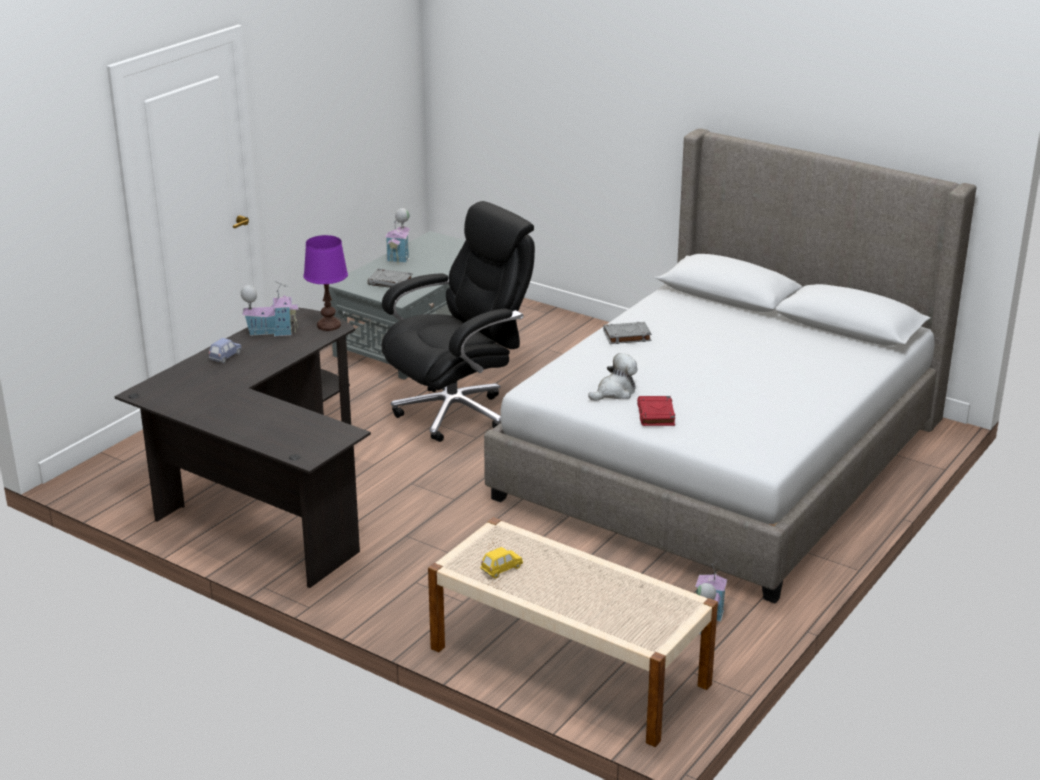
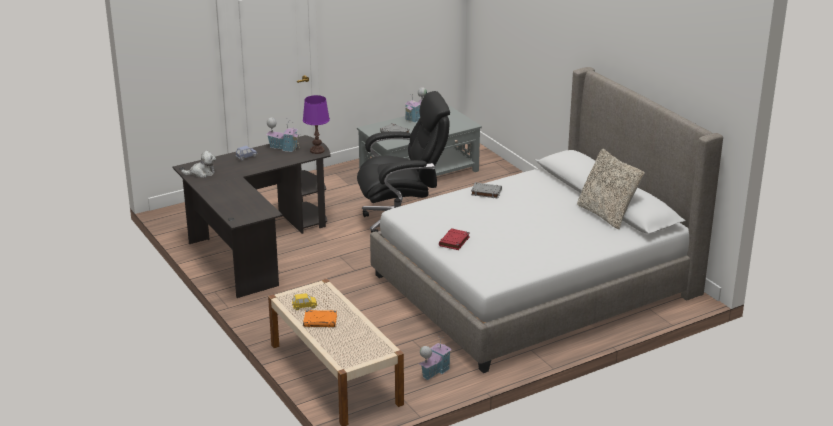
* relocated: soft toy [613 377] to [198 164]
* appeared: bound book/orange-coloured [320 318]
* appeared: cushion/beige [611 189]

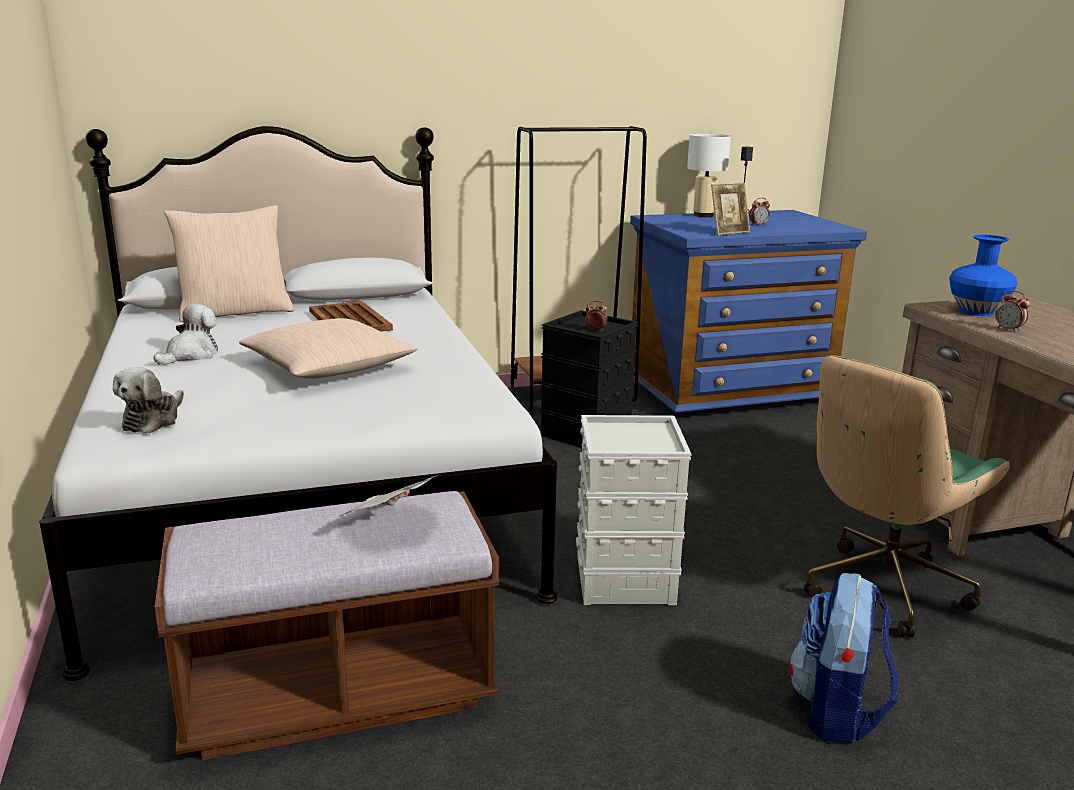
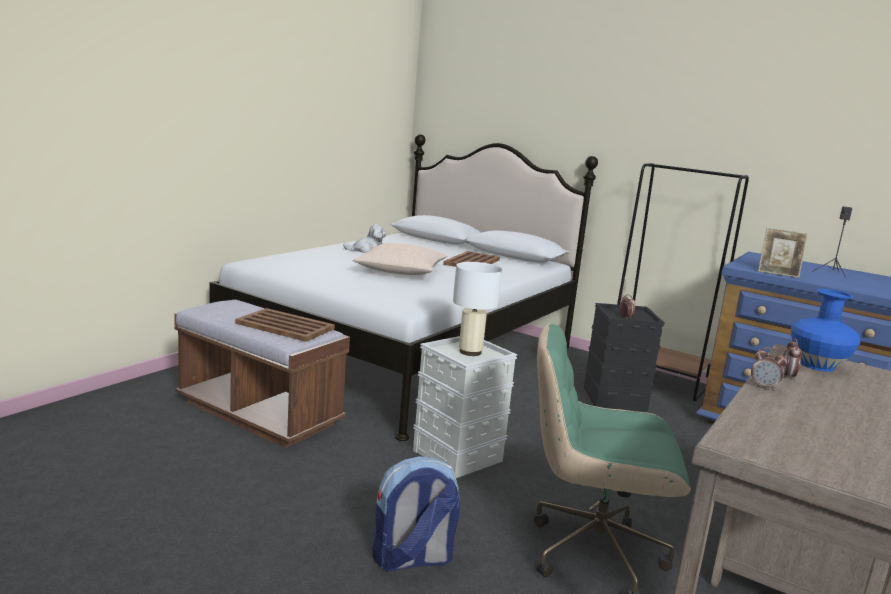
* missing: soft toy [148 400]
* missing: cushion/beige [229 263]
* exchanged: newspaper [389 495] to carrying tray/brownish [285 325]
* relocated: table lamp/white-coloured [709 175] to [477 309]
* relocated: table clock [759 212] to [769 369]

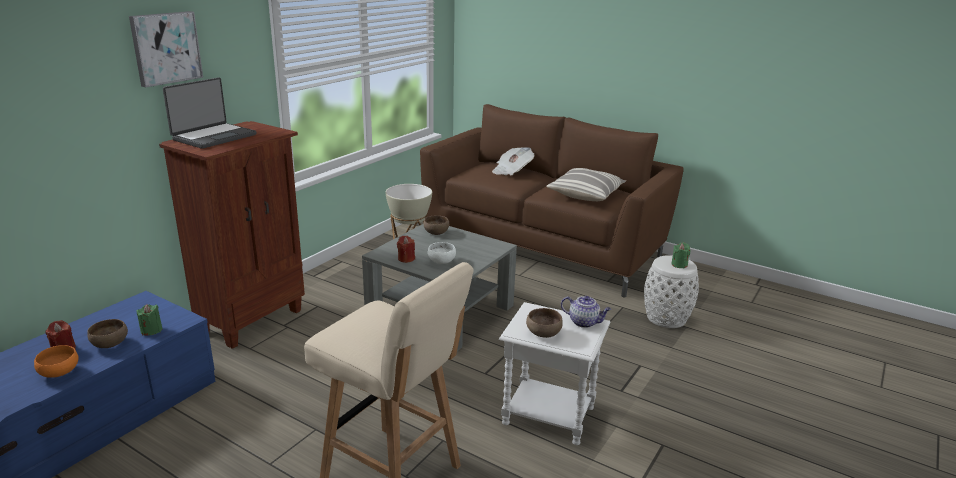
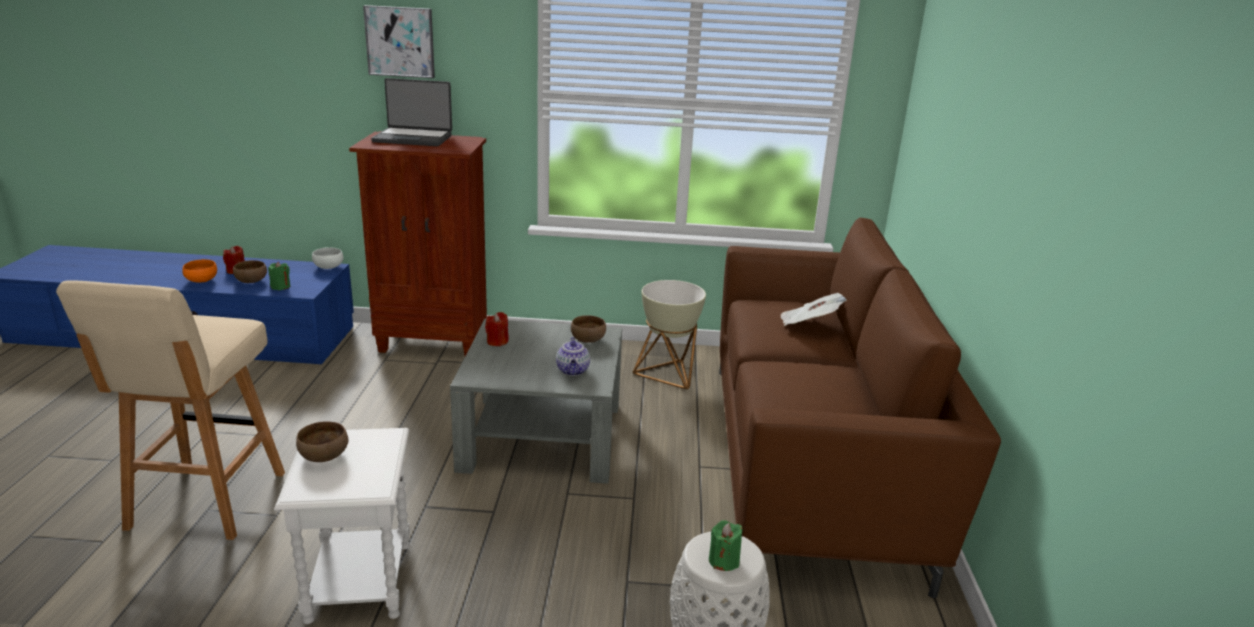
* relocated: serving bowl/white-coloured [442 253] to [327 258]
* missing: cushion [586 184]
* relocated: tea pot [586 312] to [573 356]

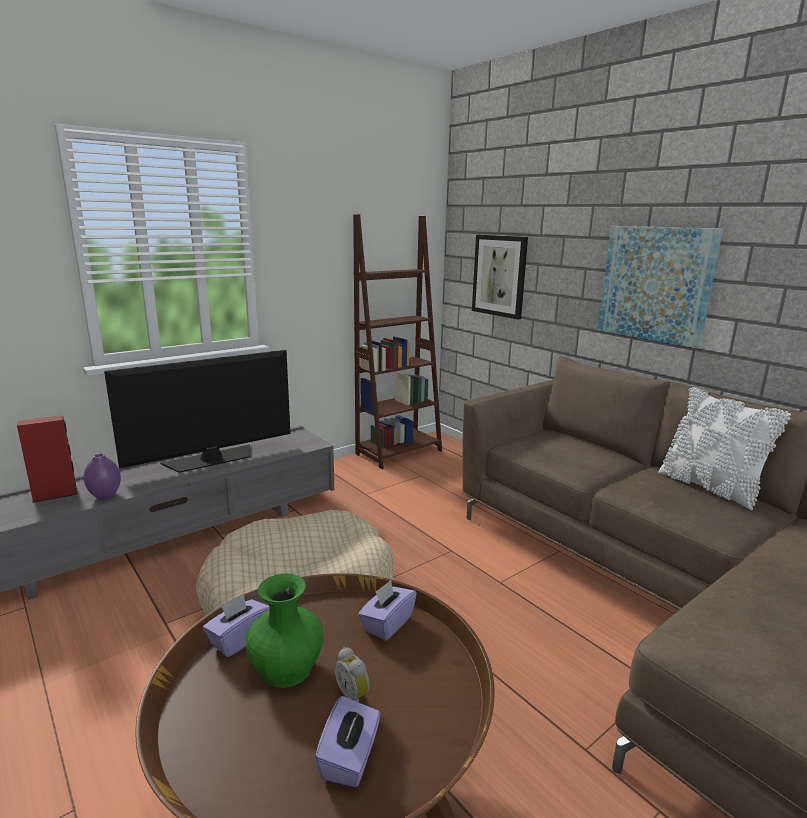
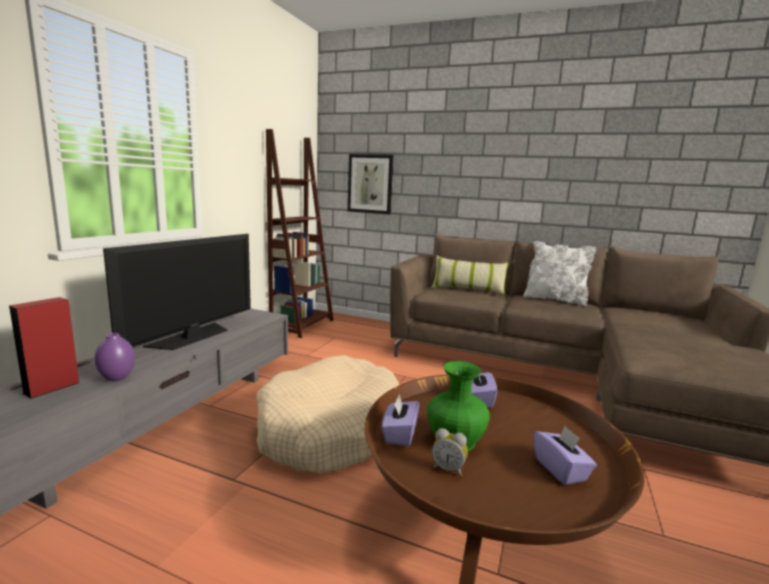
* relocated: table clock [352 674] to [450 452]
* missing: wall art [660 287]
* appeared: cushion [470 276]

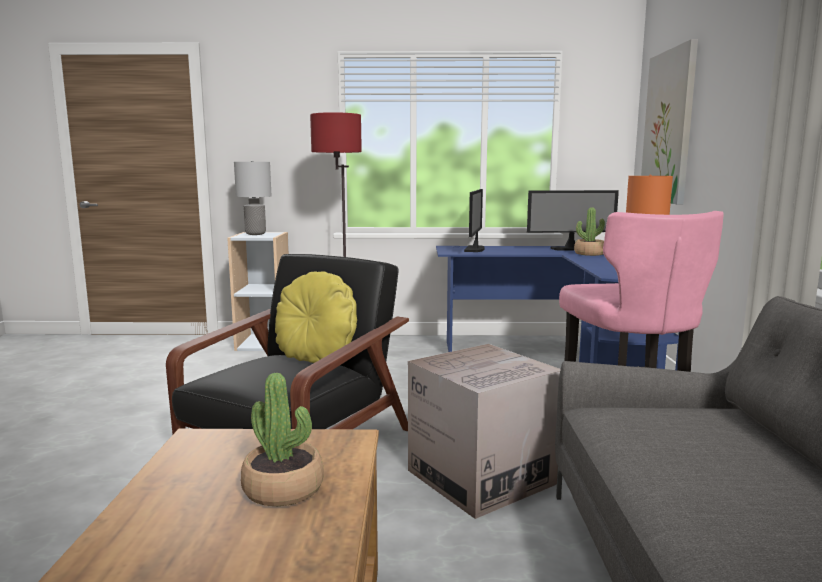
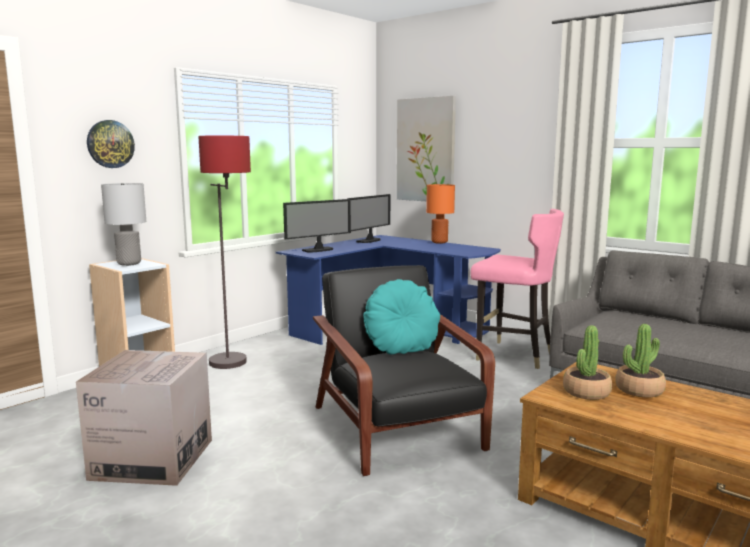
* colour: cushion/yellowish [316 317] to cushion/turquoise [401 316]
* relocated: carton [484 431] to [144 418]
* spun: computer display [474 220] = [317 225] 90 degrees clockwise
* relocated: plant in a pot [589 232] to [587 362]
* appeared: clock on the wall [111 144]

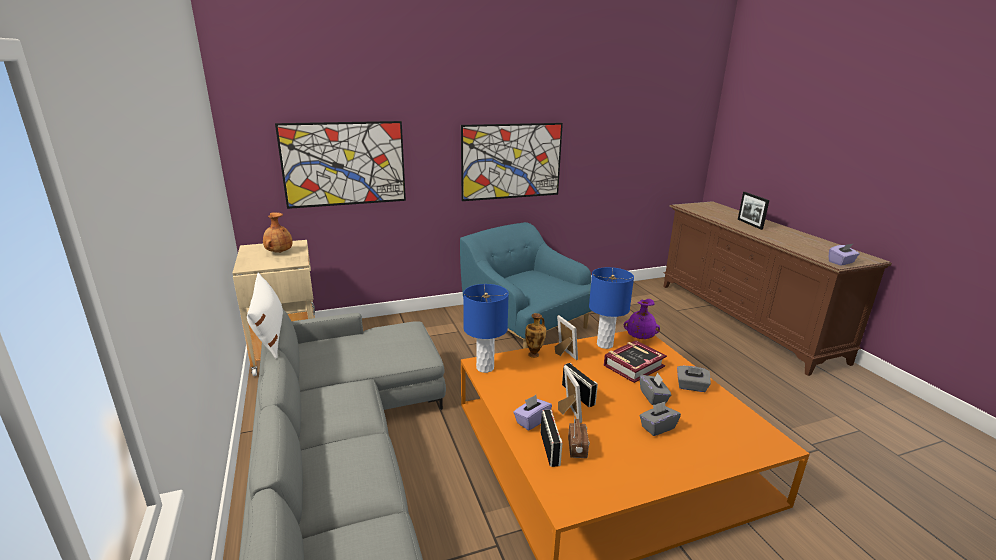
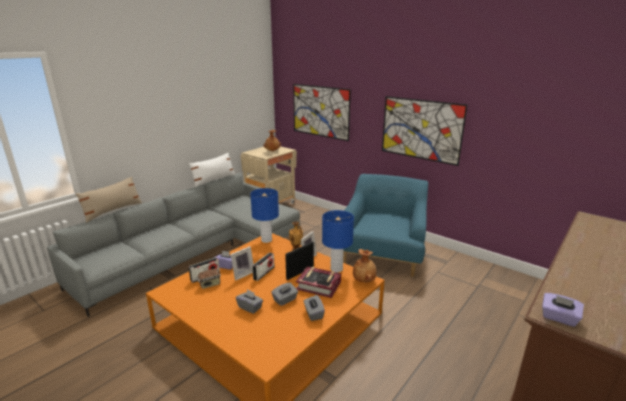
* colour: decorative vase/purple-coloured [642 319] to decorative vase/brownish [365 265]
* relocated: photo frame [753 211] to [299 261]
* appeared: cushion/beige [109 200]

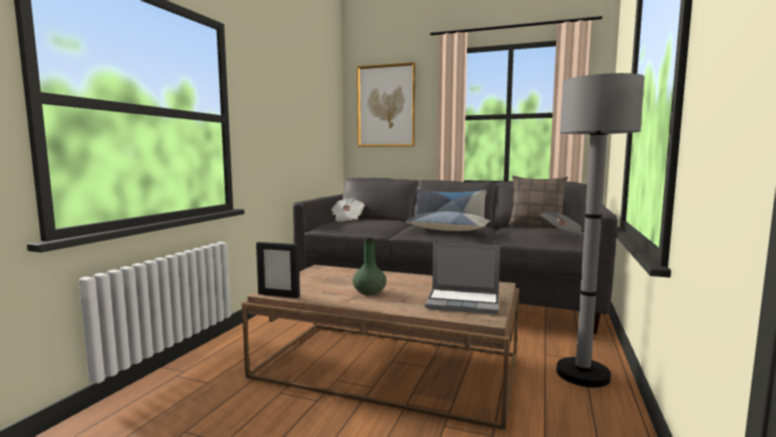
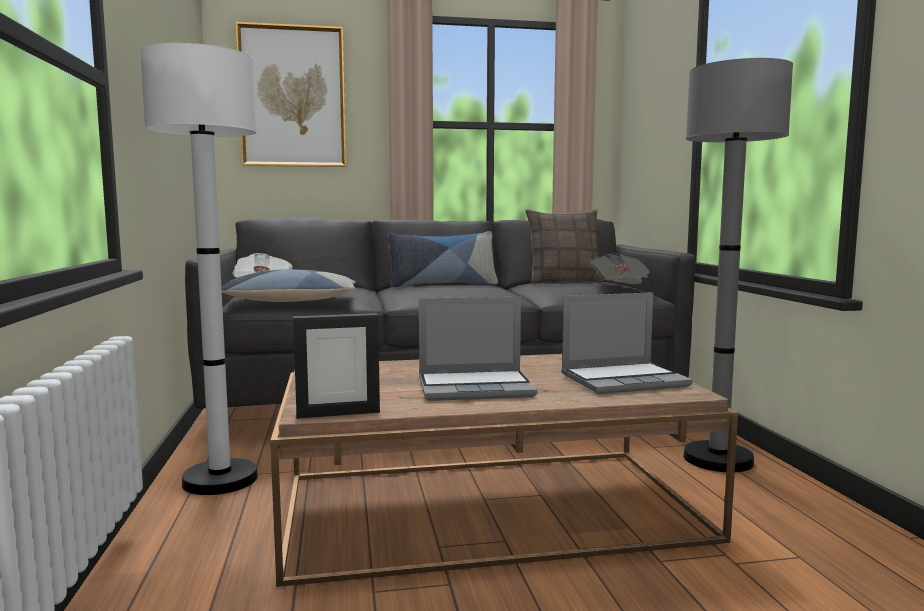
* exchanged: decorative vase/green [370 267] to notebook computer [478 349]
* relocated: cushion [448 221] to [288 286]
* appeared: floor lamp/white-coloured [199 269]

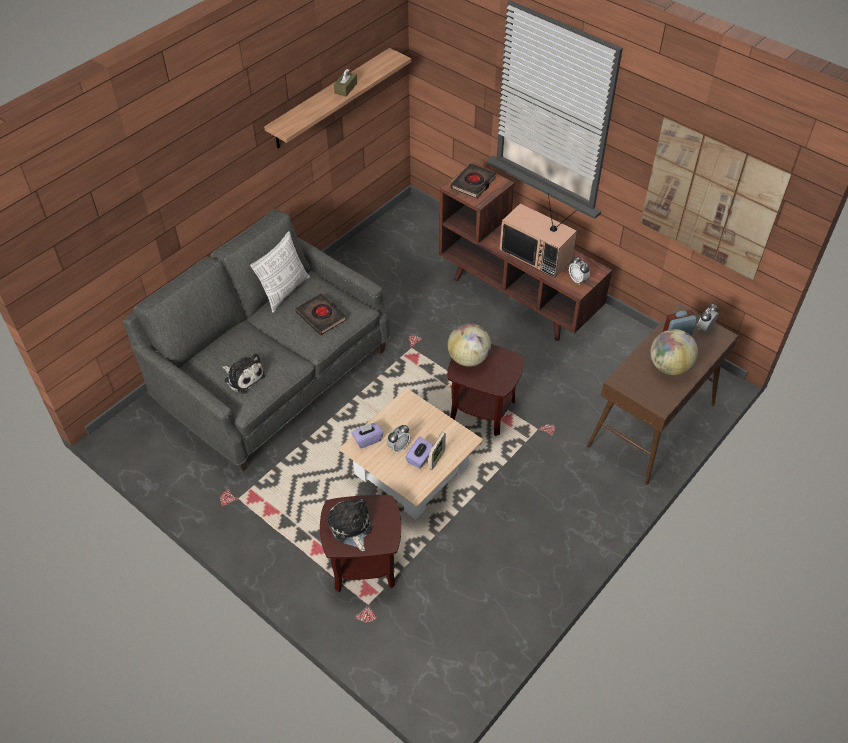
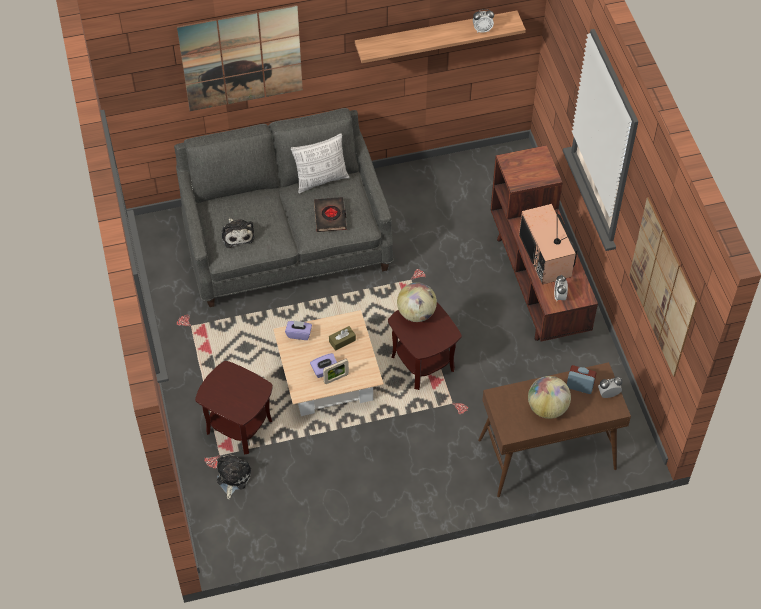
* relocated: soft toy [349 524] to [234 477]
* relocated: tissue holder/brownish [345 83] to [342 338]
* relocated: table clock [398 439] to [483 21]
* missing: bound book/black-coloured [473 181]
* appeared: wall art [240 58]

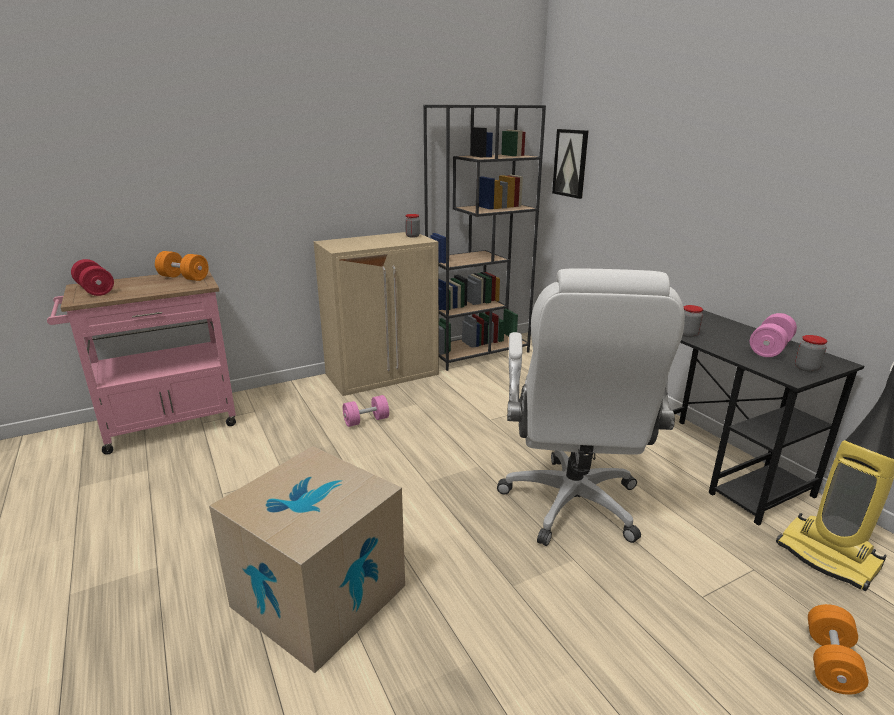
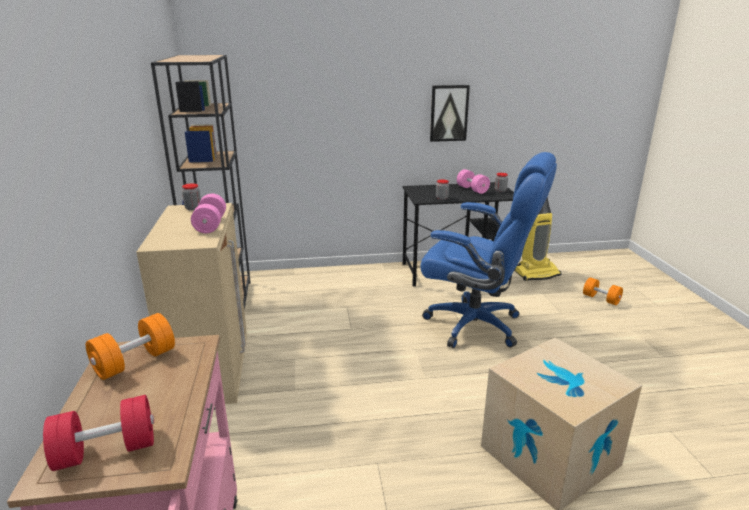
* relocated: free weight/pink-coloured [366 411] to [208 213]
* colour: desk chair/white-coloured [591 407] to desk chair/blue [488 250]
* relocated: wall art [570 164] to [450 113]

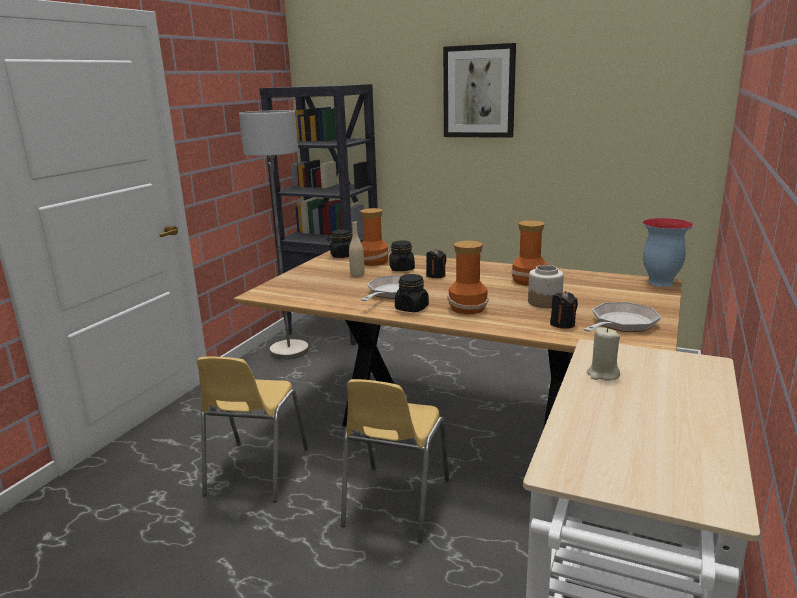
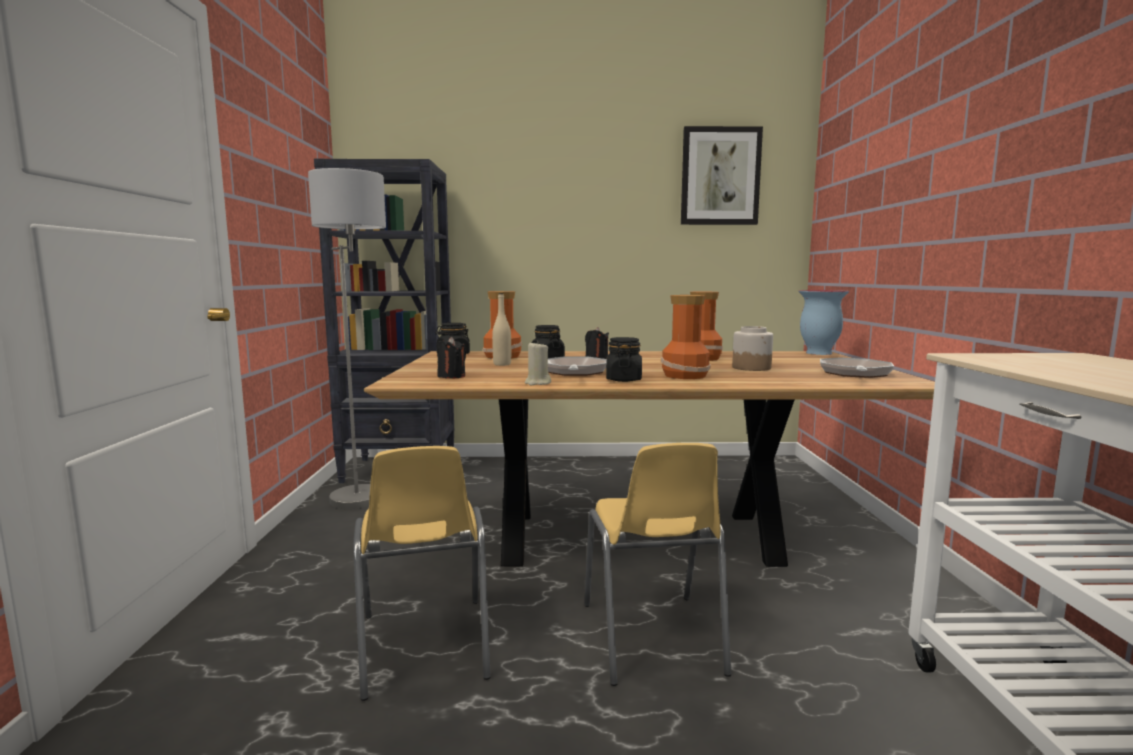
* relocated: wall art [479 90] to [722 175]
* relocated: wax candle/black-coloured [564 310] to [451 357]
* relocated: wax candle/beige [603 354] to [538 363]

